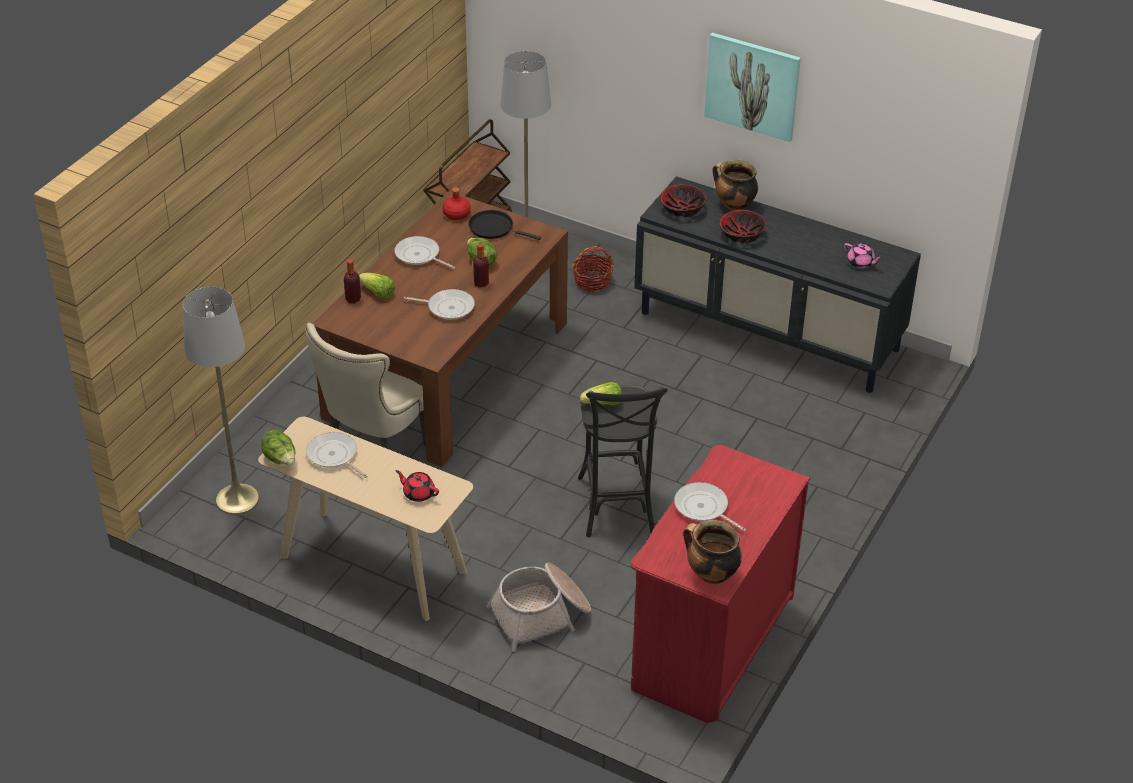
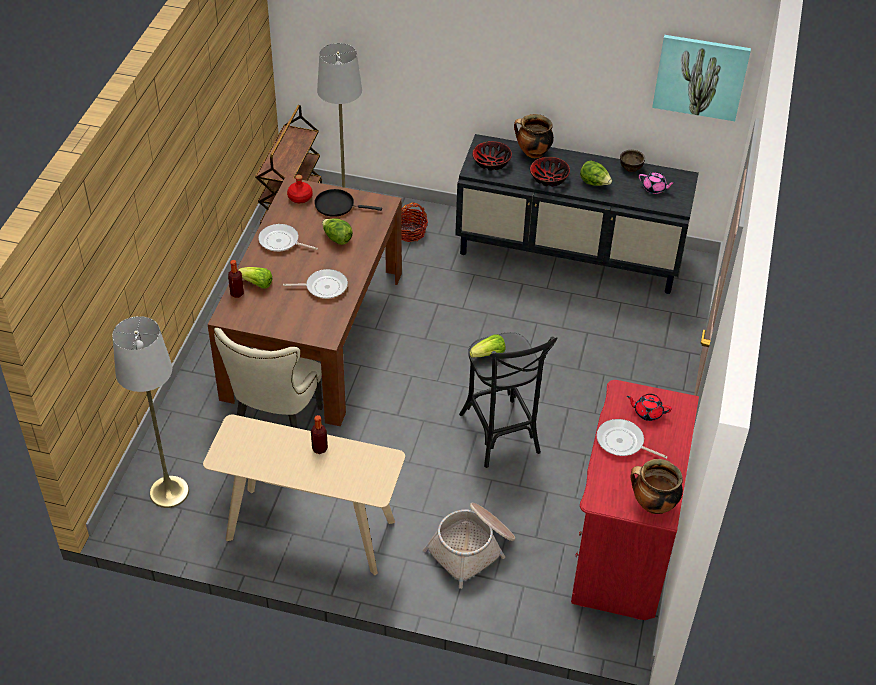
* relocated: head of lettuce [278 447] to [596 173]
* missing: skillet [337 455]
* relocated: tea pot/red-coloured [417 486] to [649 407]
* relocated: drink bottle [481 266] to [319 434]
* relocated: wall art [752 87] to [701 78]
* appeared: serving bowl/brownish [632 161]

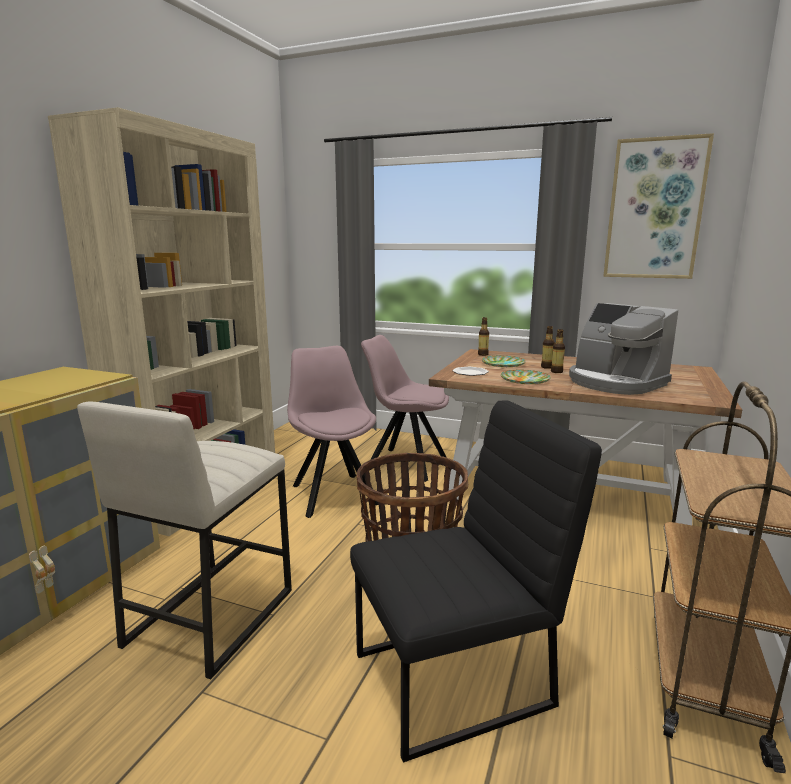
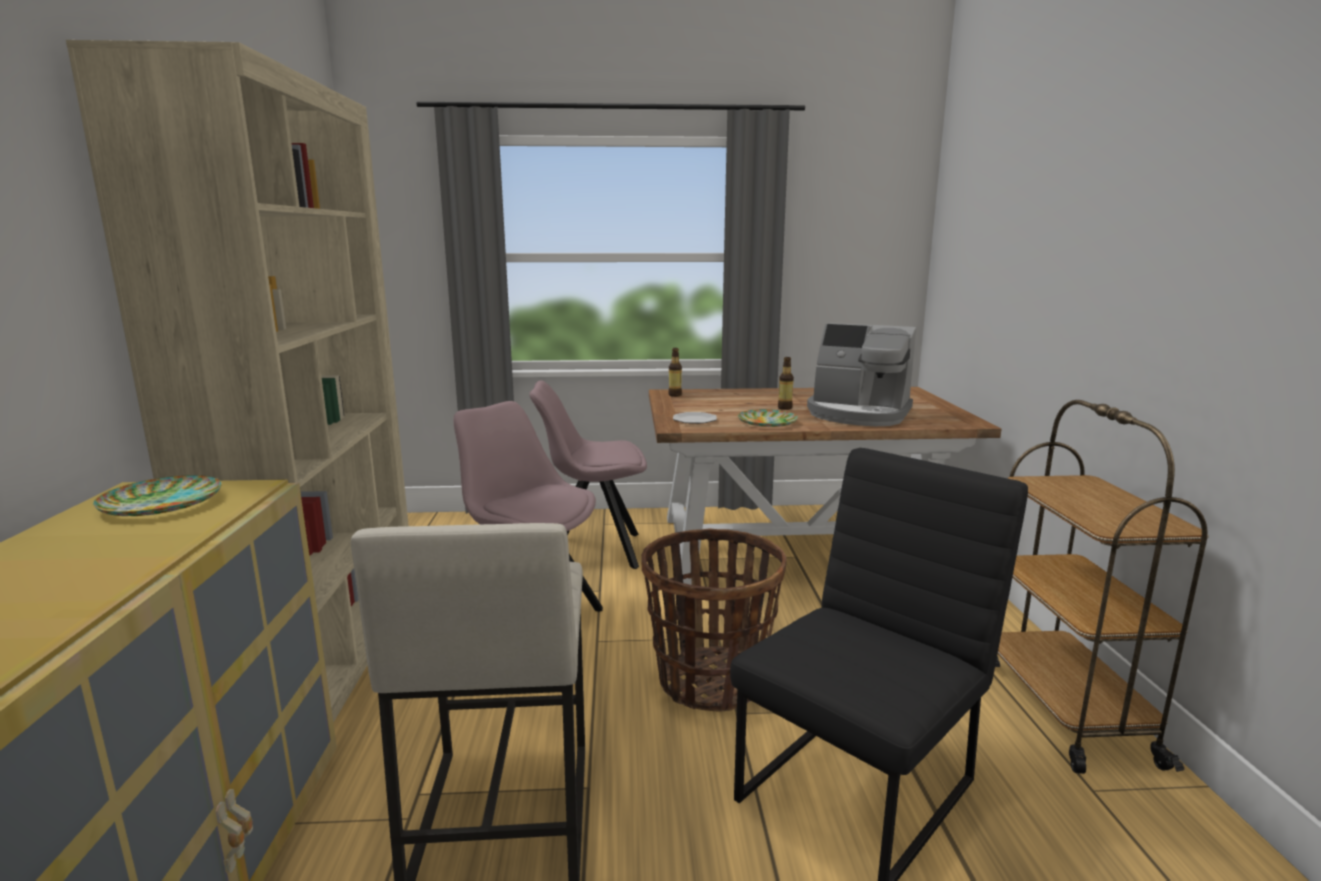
* relocated: flat dish [504 361] to [157 495]
* missing: drink bottle [548 347]
* missing: wall art [658 206]

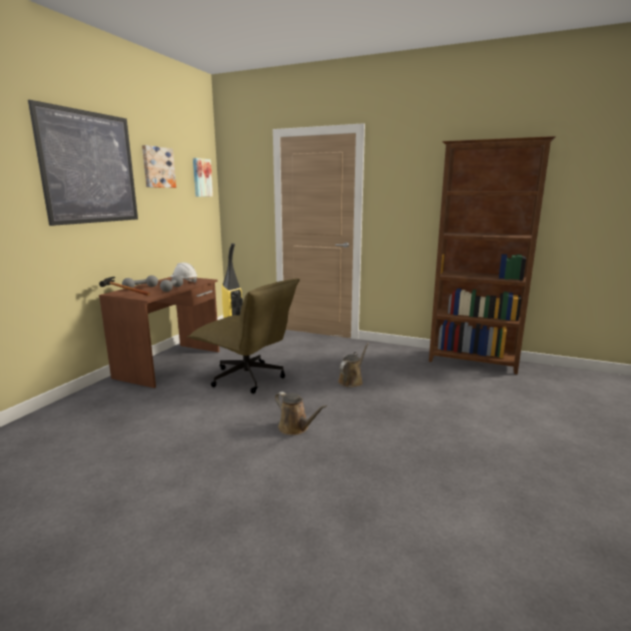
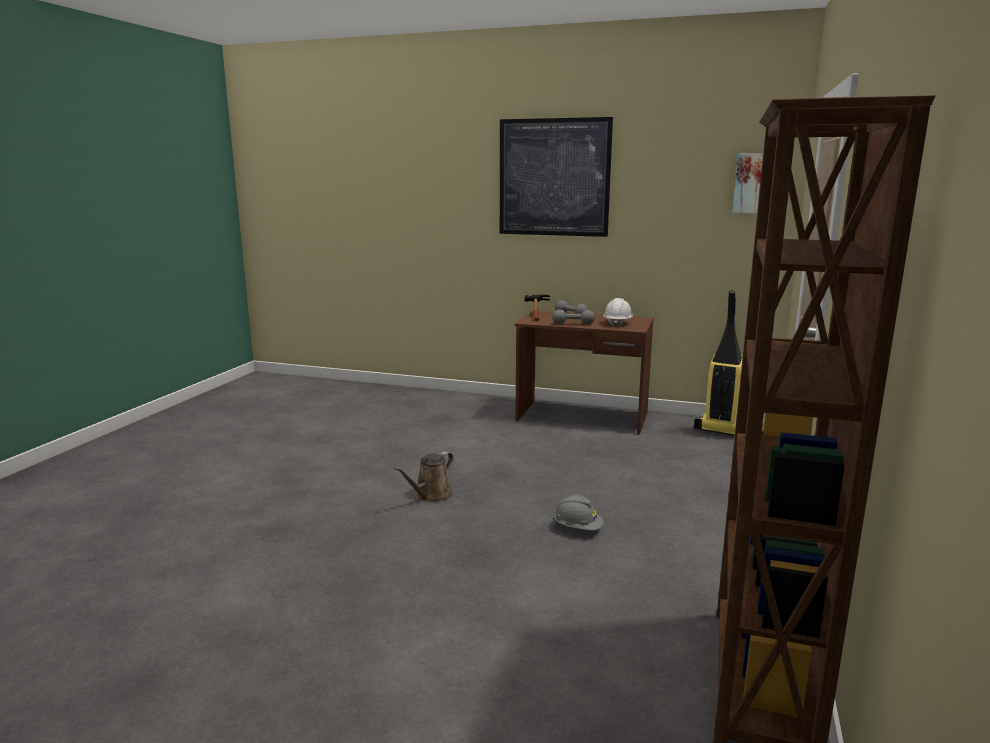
* missing: wall art [159 166]
* missing: desk chair/beige [243 336]
* exchanged: sprinkling can/brownish [353 364] to hard hat/greyish [578 512]

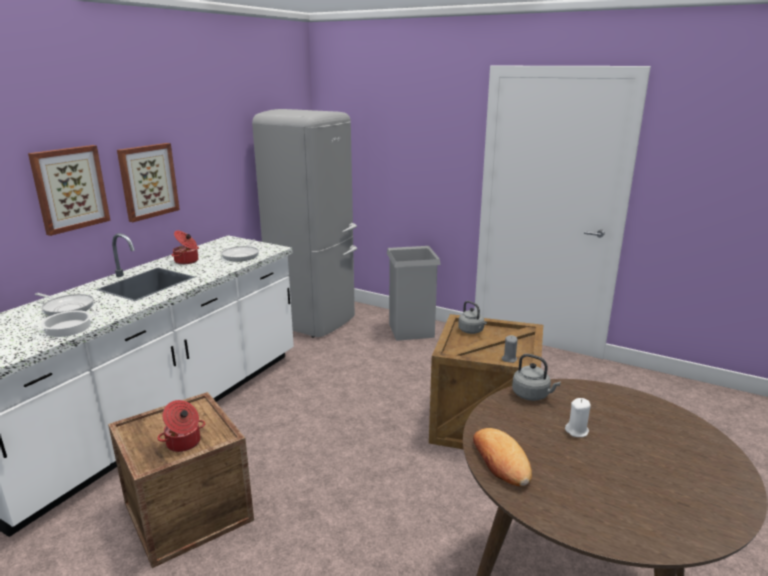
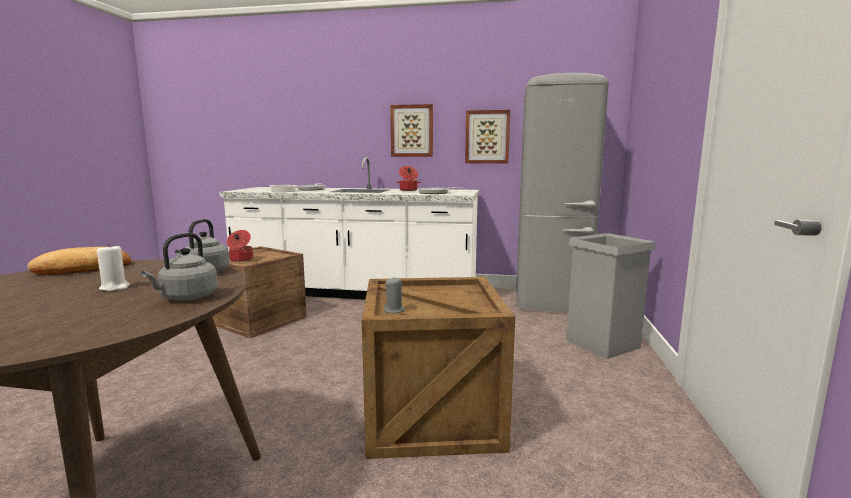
* relocated: wall art [69 190] to [487 137]
* relocated: water kettle/greyish [472 317] to [179 267]

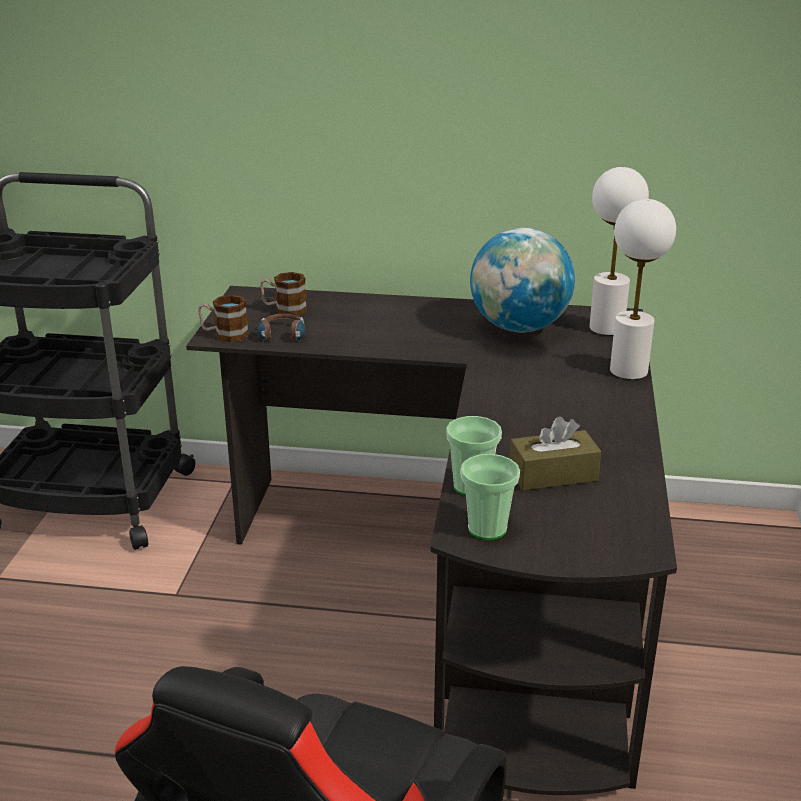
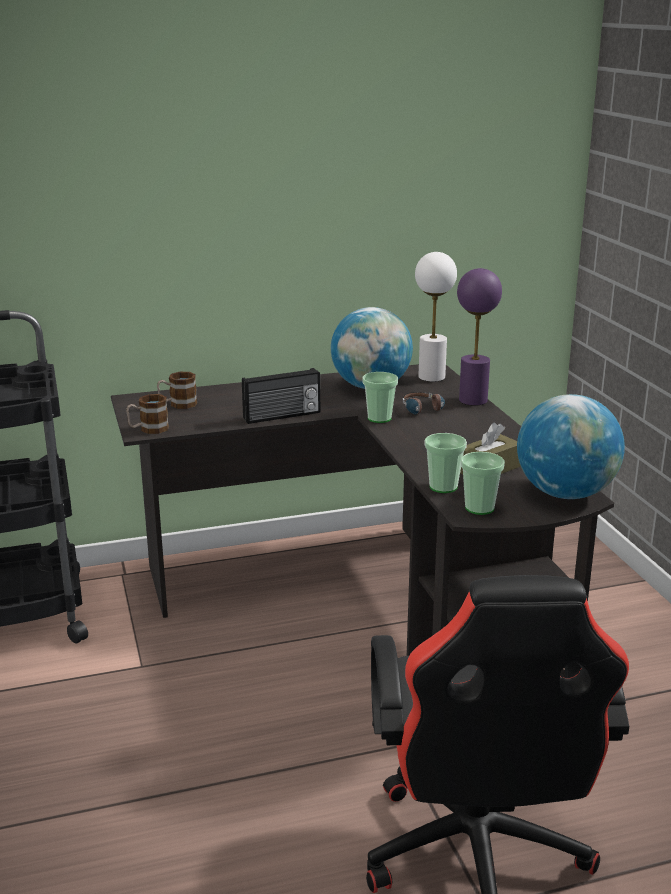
* relocated: headset [281 328] to [424 403]
* colour: table lamp/white-coloured [643 289] to table lamp/purple-coloured [479 337]
* appeared: radio [281 396]
* appeared: small cup [380 397]
* appeared: world globe [571 446]

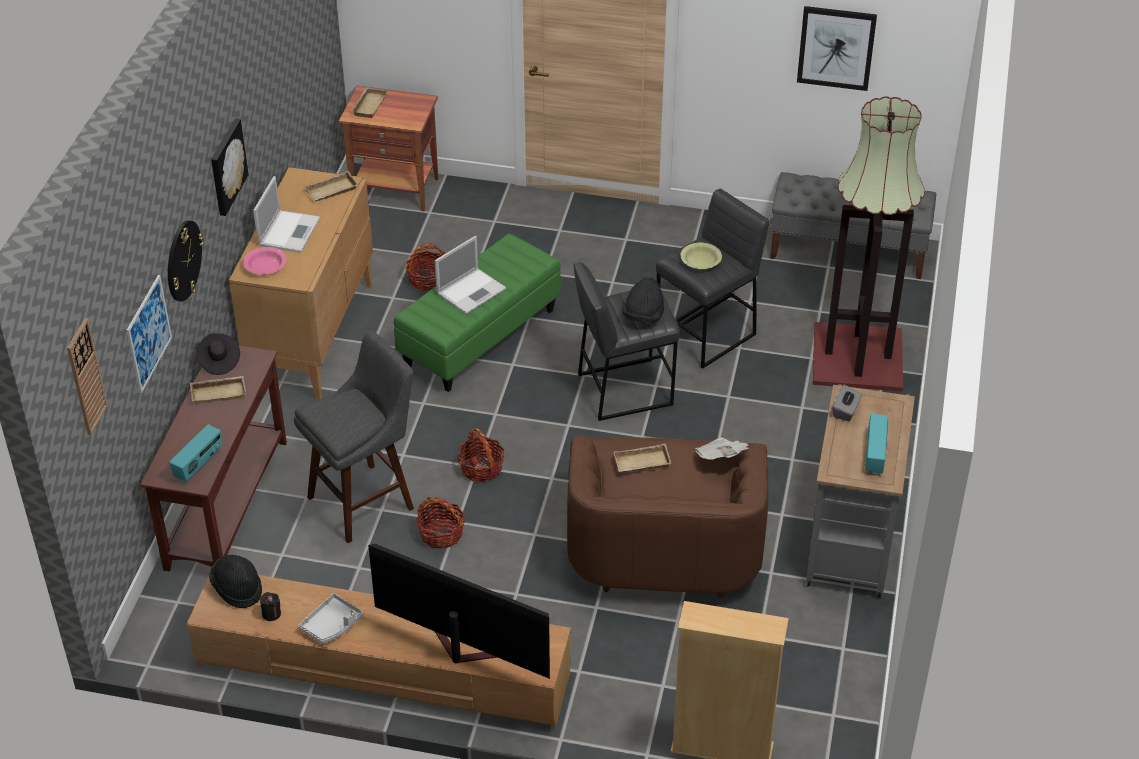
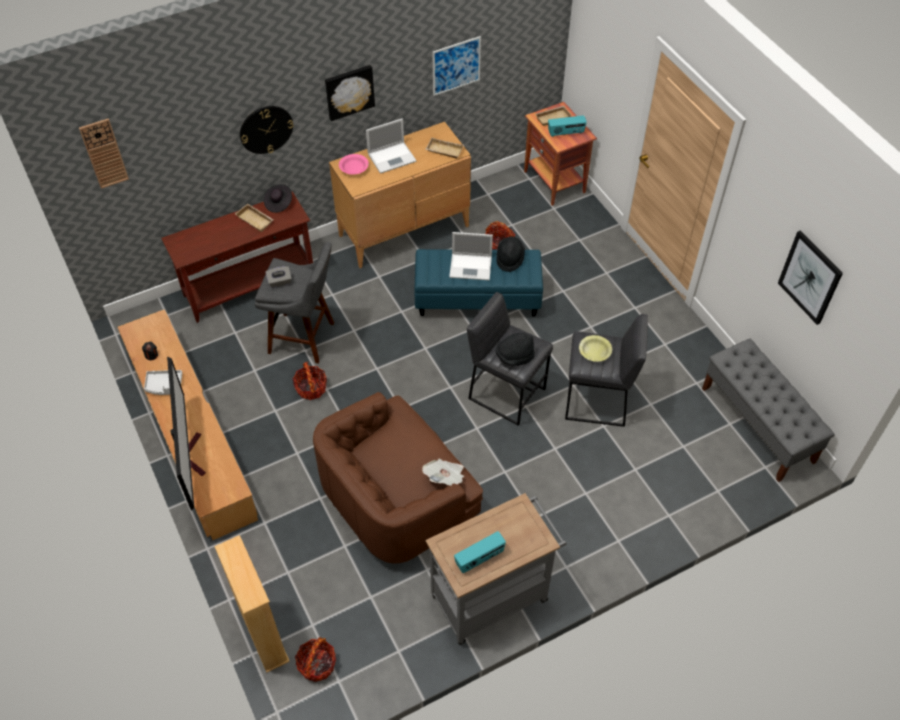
* relocated: wall art [149 334] to [456 66]
* relocated: radio [195 453] to [567 126]
* relocated: hat/black-coloured [235 581] to [511 254]
* colour: ottoman/green [477 313] to ottoman/blue [478 282]
* relocated: household basket [480 455] to [315 659]
* missing: carrying tray/beige [642 457]
* missing: floor lamp [869 243]
* relocated: tissue holder/greyish [847 403] to [278 277]

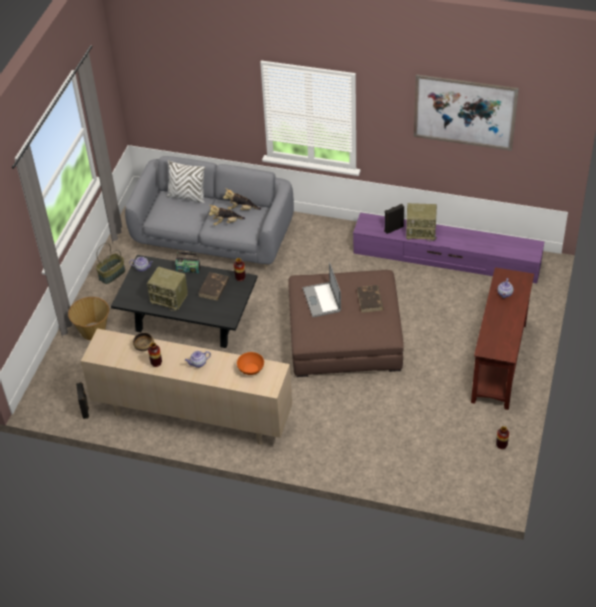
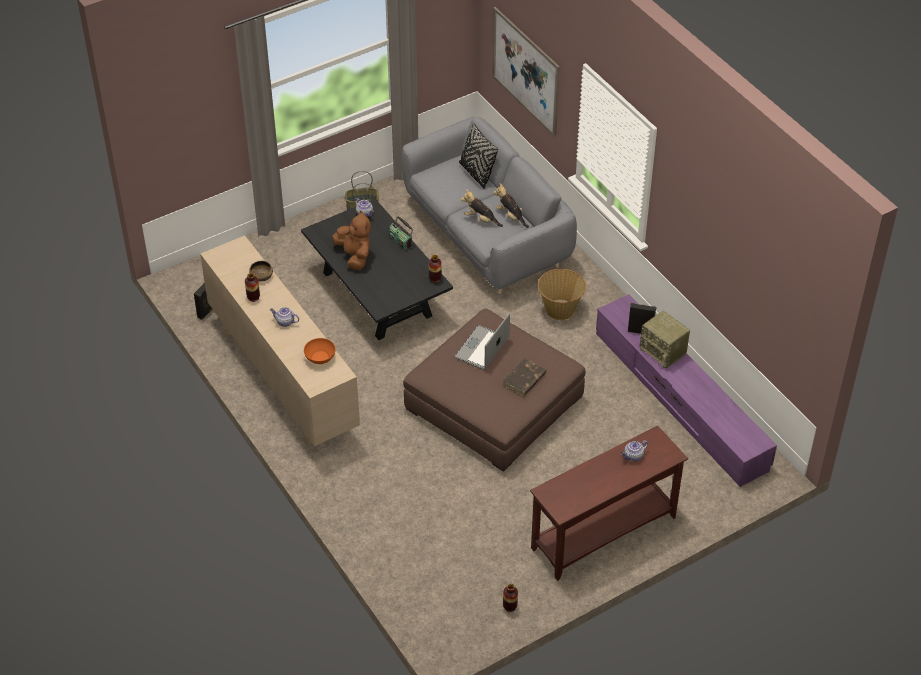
* relocated: household basket [88 318] to [562 294]
* exchanged: radio [167 289] to soft toy/brownish [351 240]
* colour: cushion/white-coloured [186 181] to cushion/black-coloured [479 156]
* missing: bound book/brownish [213 286]
* relocated: wall art [466 112] to [526 72]

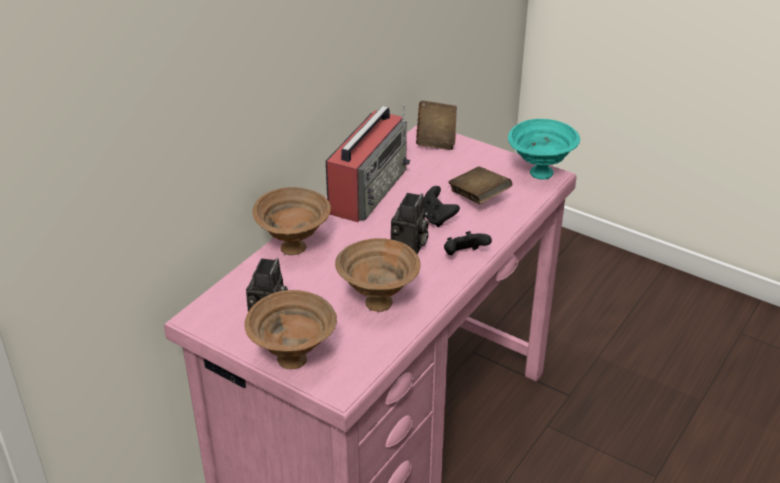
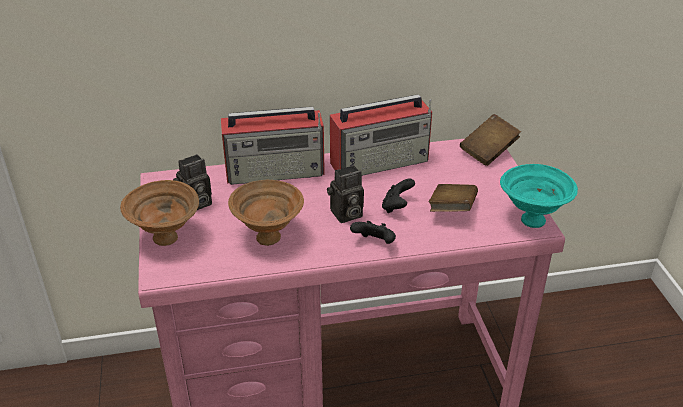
* exchanged: serving bowl/brownish [292 221] to radio [273 146]

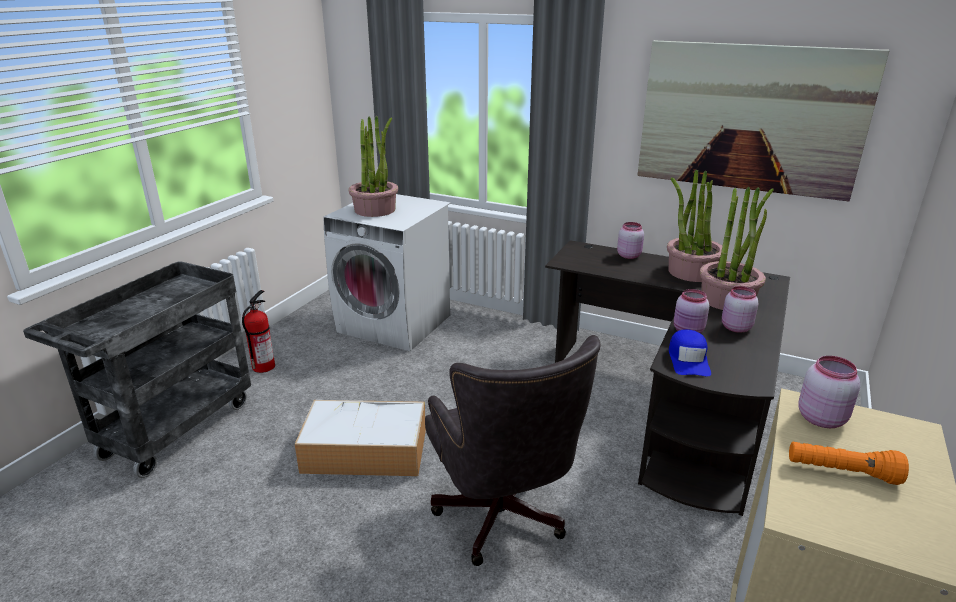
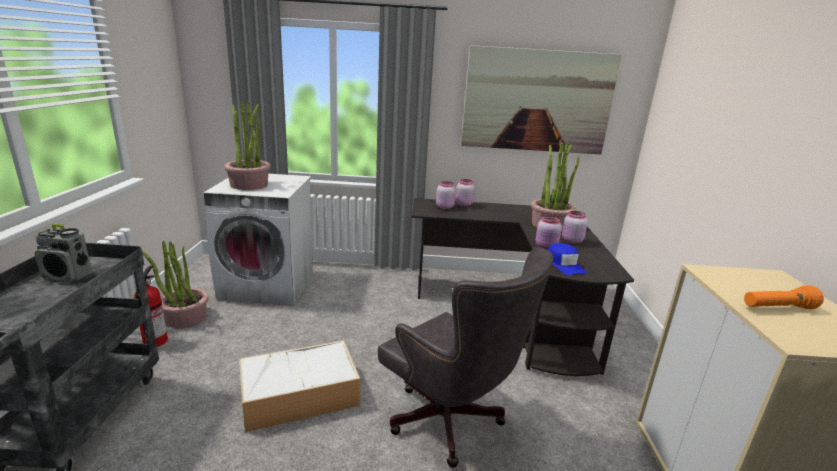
* relocated: plant in a pot [694 226] to [175 284]
* relocated: jar/pink-coloured [829 392] to [446 195]
* appeared: radio [63 253]

